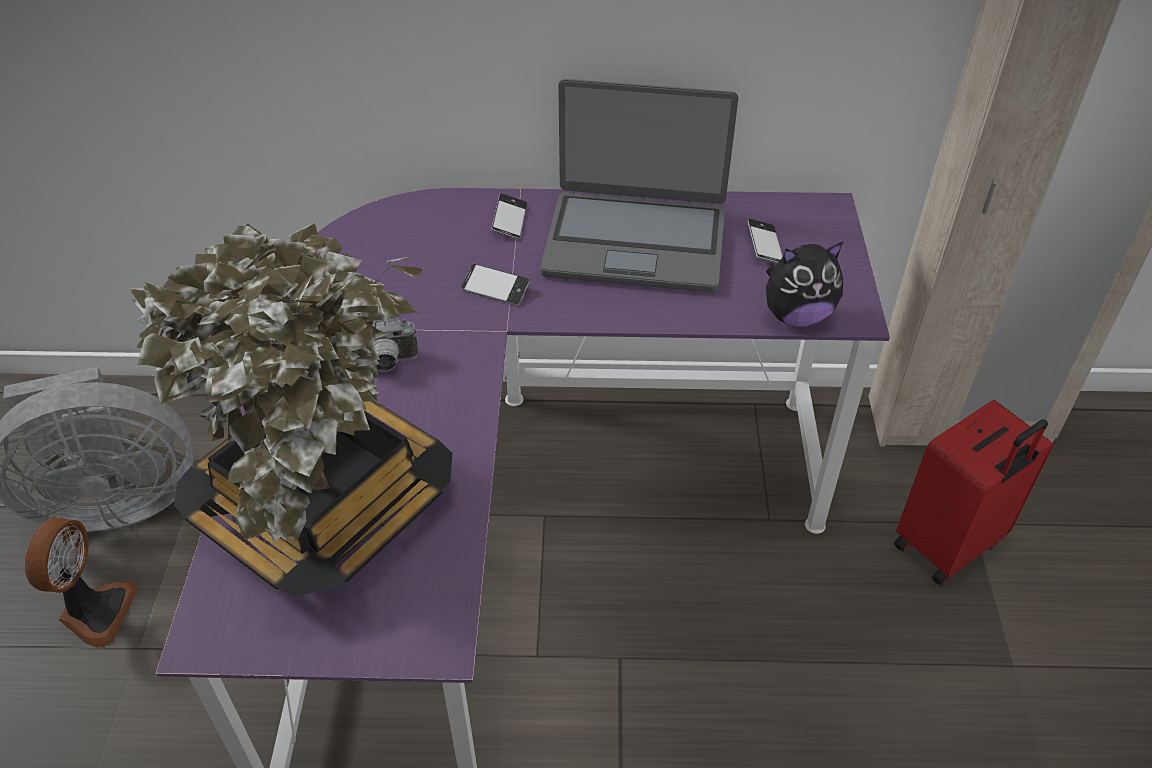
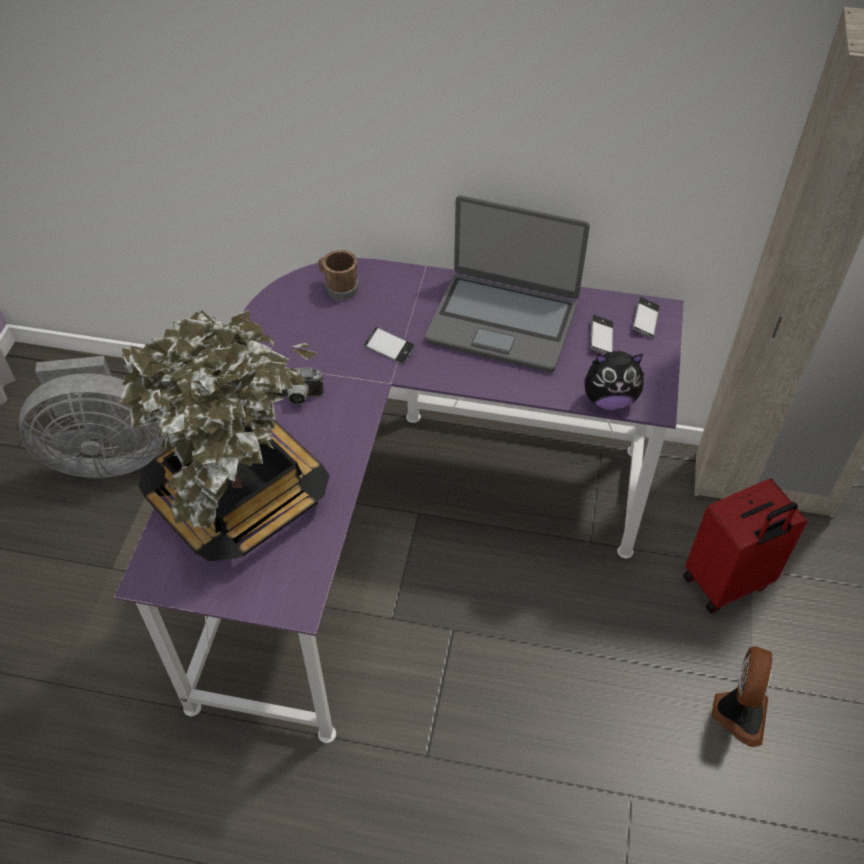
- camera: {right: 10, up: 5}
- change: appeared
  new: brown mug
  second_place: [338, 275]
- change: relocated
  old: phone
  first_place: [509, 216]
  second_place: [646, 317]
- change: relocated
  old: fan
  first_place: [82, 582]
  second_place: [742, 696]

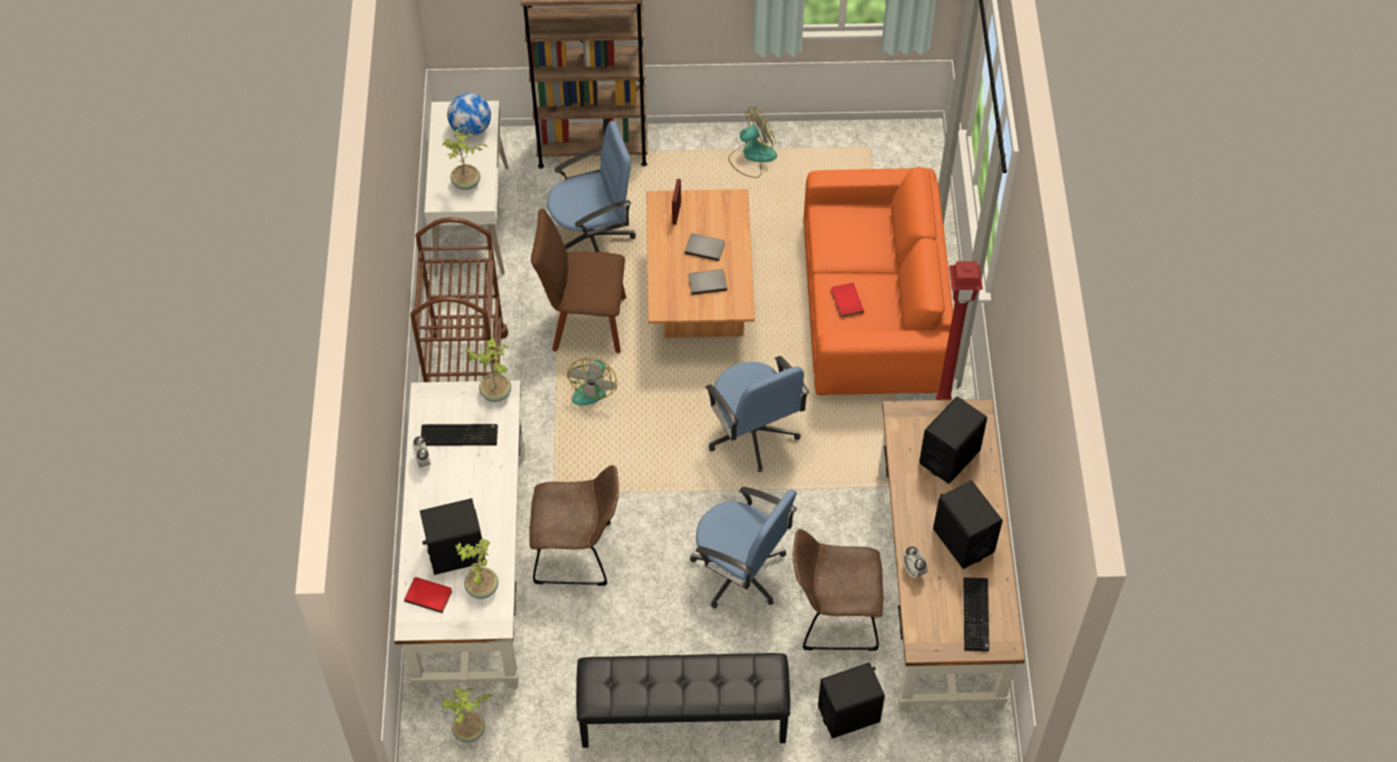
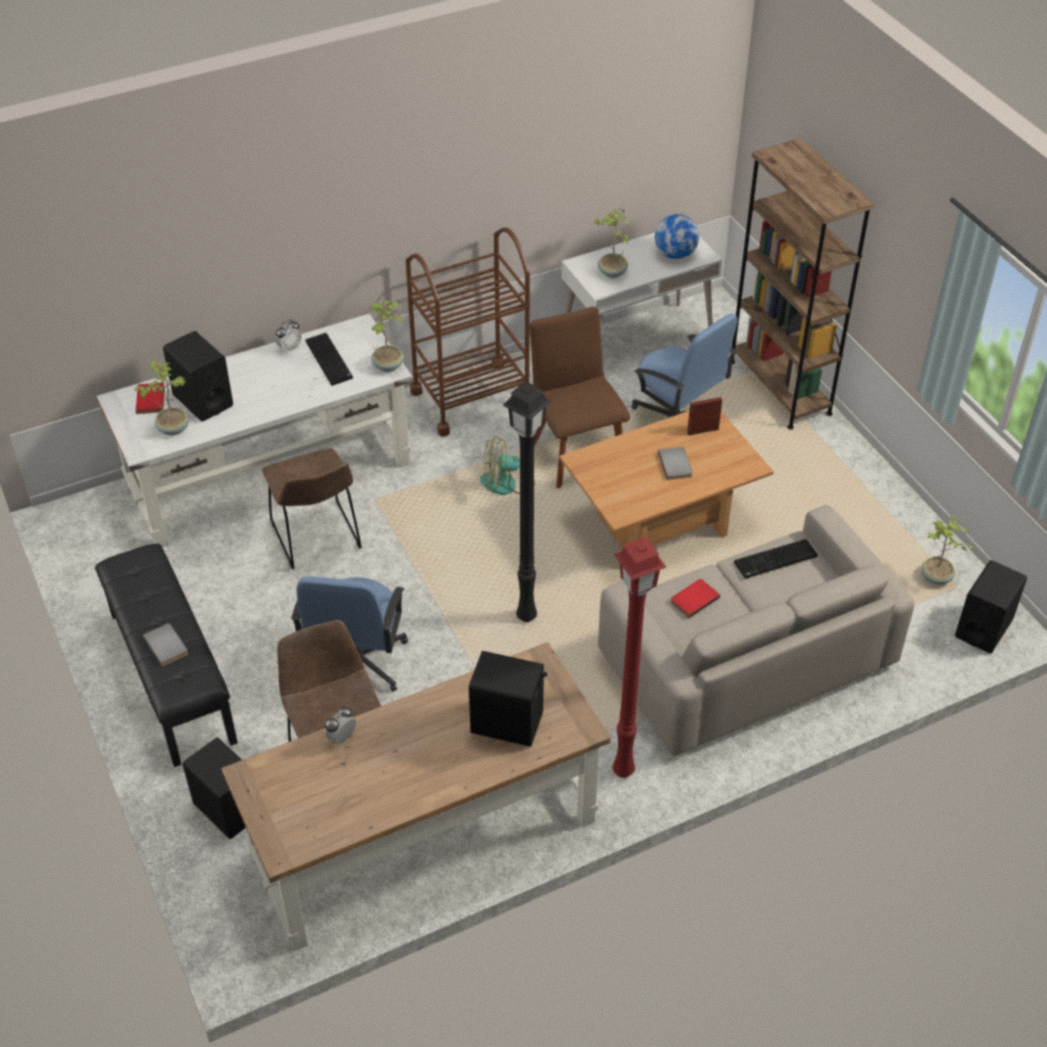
- camera: {right: 65, up: -10}
- change: relocated
  old: grey book
  first_place: [707, 282]
  second_place: [165, 645]
- change: exchanged
  old: blue office chair
  new: black floor lamp
  first_place: [757, 414]
  second_place: [527, 501]
- change: colour
  old: orange sofa
  new: beige sofa
  first_place: [878, 281]
  second_place: [756, 630]
- change: relocated
  old: keyboard
  first_place: [976, 614]
  second_place: [776, 559]
- change: relocated
  old: potted plant
  first_place: [466, 714]
  second_place: [947, 550]
- change: relocated
  old: black speaker
  first_place: [968, 524]
  second_place: [991, 606]
- change: missing
  old: fan
  first_place: [752, 142]

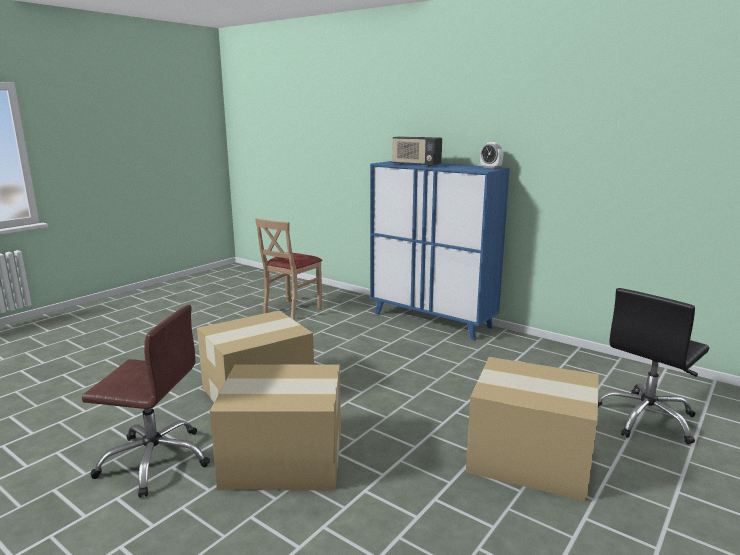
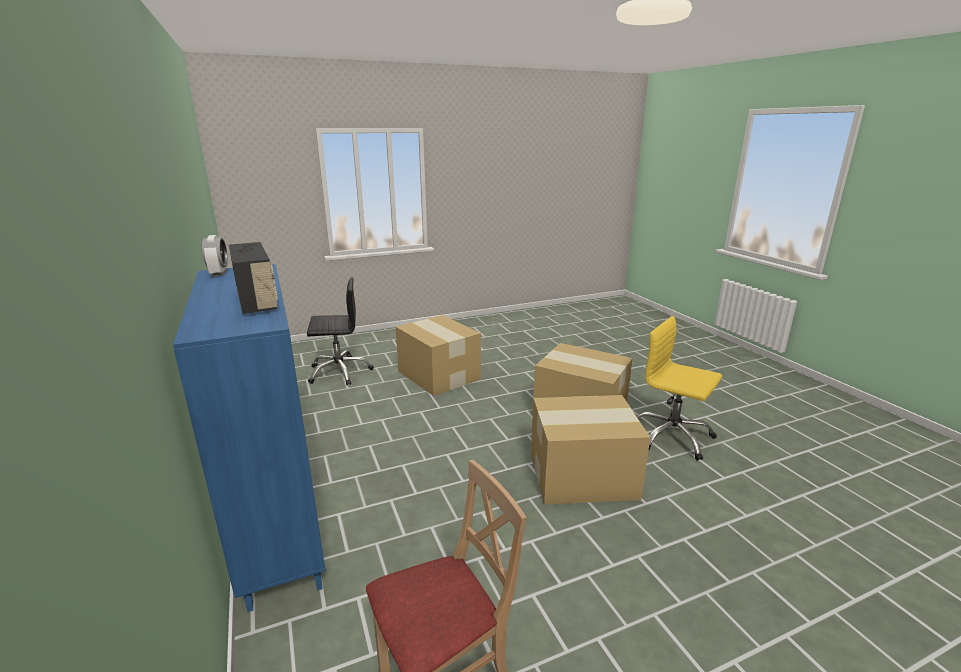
- camera: {right: -150, up: 5}
- change: colour
  old: brown office chair
  new: yellow office chair
  first_place: [146, 401]
  second_place: [679, 388]

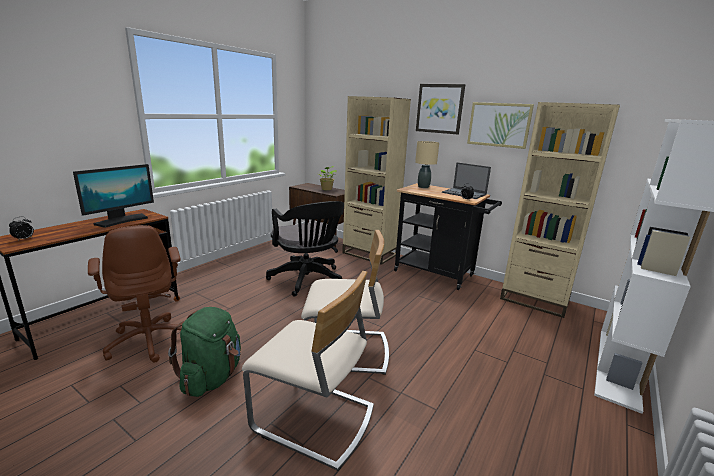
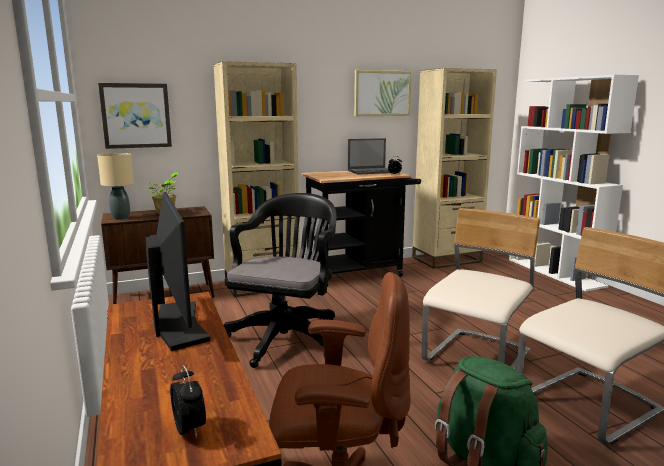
- camera: {right: -55, up: -5}
- change: relocated
  old: beige table lamp
  first_place: [427, 164]
  second_place: [115, 186]
- change: relocated
  old: picture
  first_place: [440, 109]
  second_place: [135, 116]
- change: spun
  old: black office chair
  first_place: [305, 249]
  second_place: [280, 280]
  degrees: -75

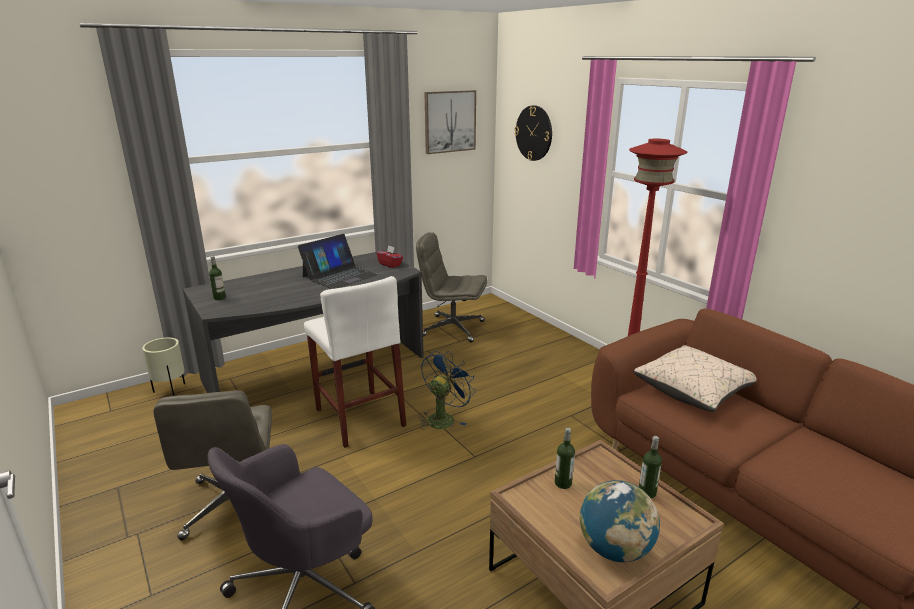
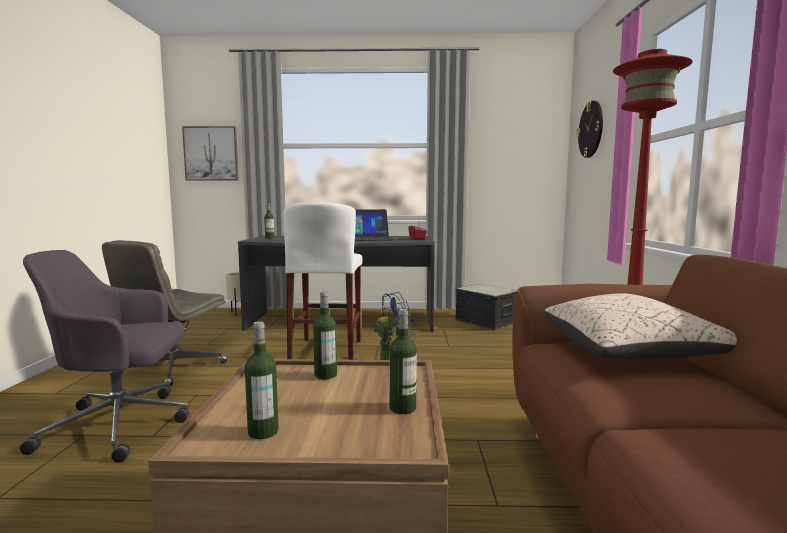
- camera: {right: 35, up: -15}
- change: relocated
  old: picture
  first_place: [450, 122]
  second_place: [210, 153]
- change: exchanged
  old: globe
  new: bottle
  first_place: [620, 521]
  second_place: [262, 380]
- change: exchanged
  old: grey office chair
  new: storage box
  first_place: [451, 287]
  second_place: [486, 307]

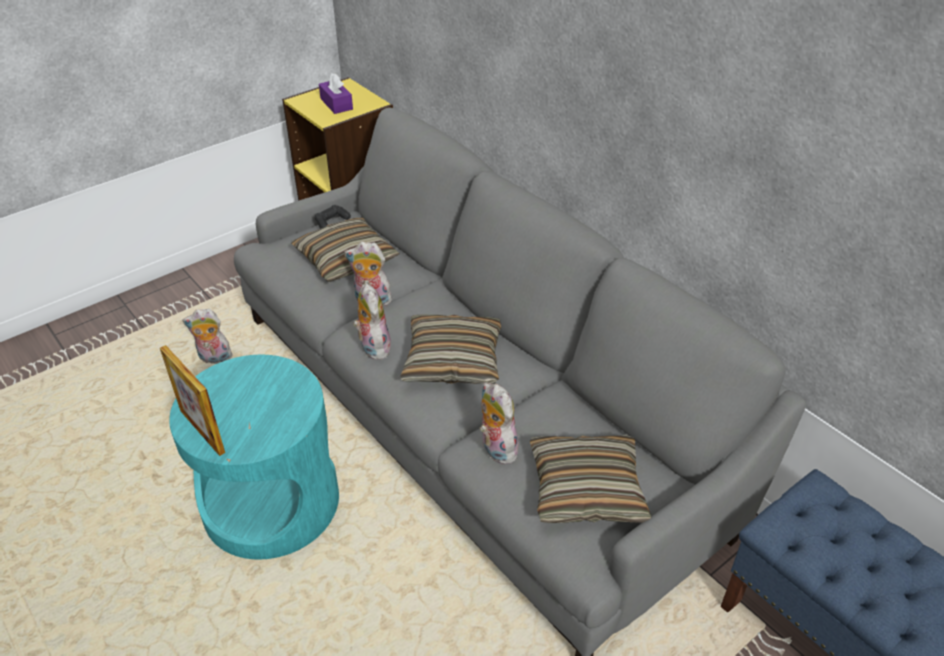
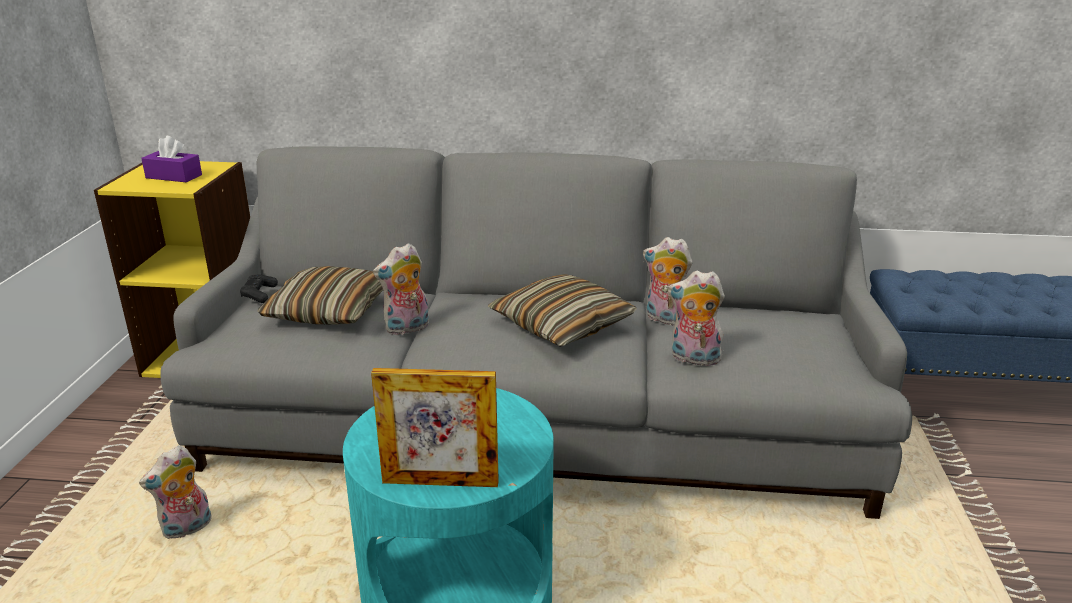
- camera: {right: -45, up: -15}
- change: relocated
  old: plush toy
  first_place: [372, 322]
  second_place: [667, 281]
- change: missing
  old: pillow
  first_place: [590, 479]

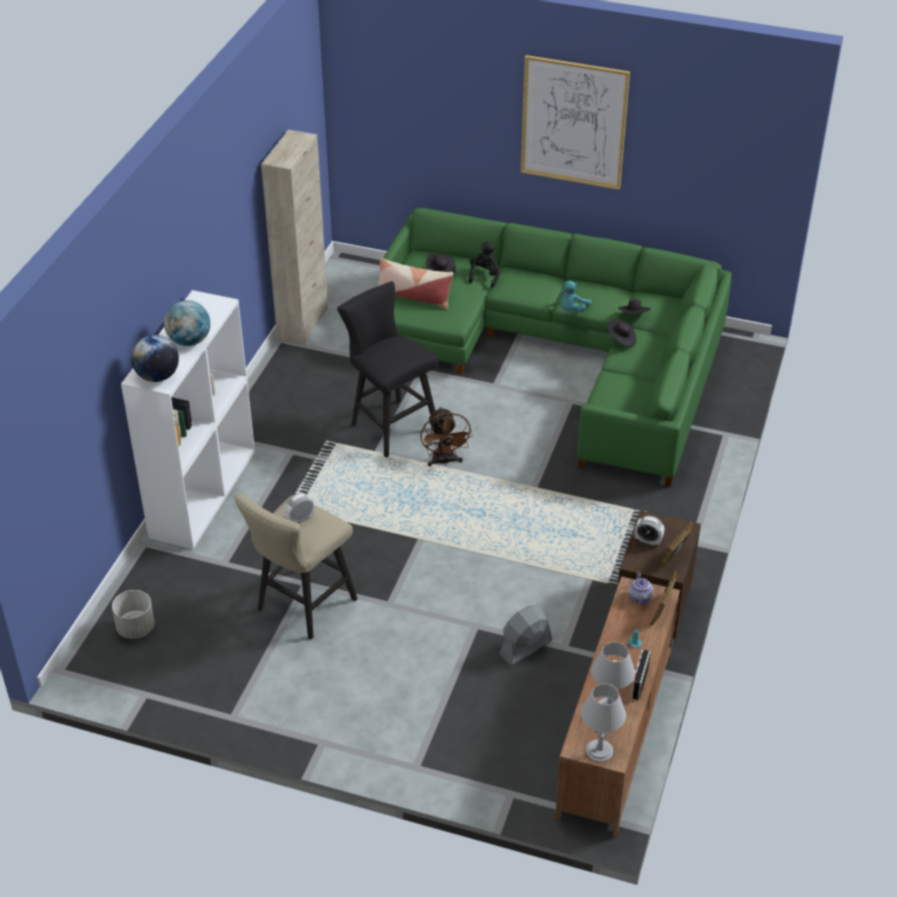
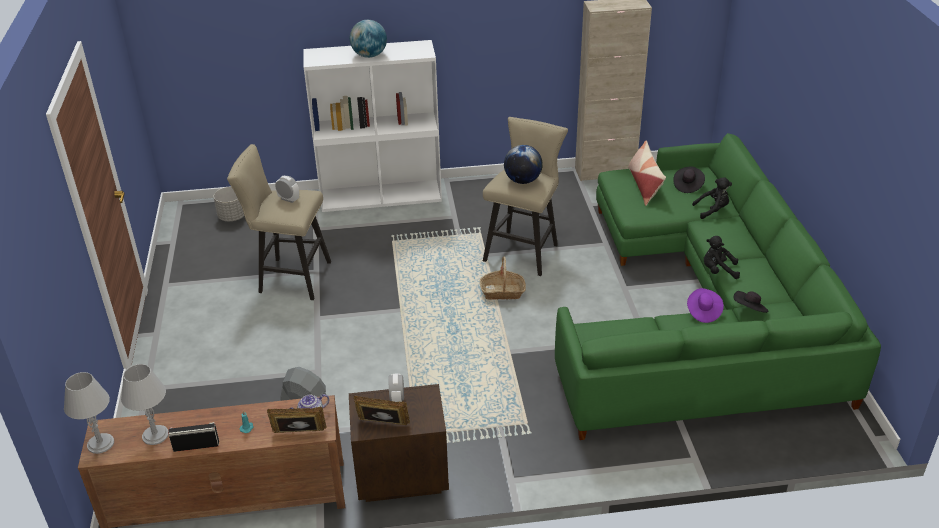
- camera: {right: 65, up: -5}
- change: exchanged
  old: brown fan
  new: basket
  first_place: [446, 436]
  second_place: [503, 278]
- change: colour
  old: black stool
  new: beige stool
  first_place: [387, 369]
  second_place: [525, 196]
- change: relocated
  old: globe
  first_place: [155, 358]
  second_place: [523, 164]
- change: colour
  old: black hat
  new: purple hat
  first_place: [621, 333]
  second_place: [705, 305]
- change: colour
  old: turquoise plush toy
  new: black plush toy
  first_place: [576, 296]
  second_place: [722, 257]
- change: missing
  old: picture
  first_place: [575, 122]

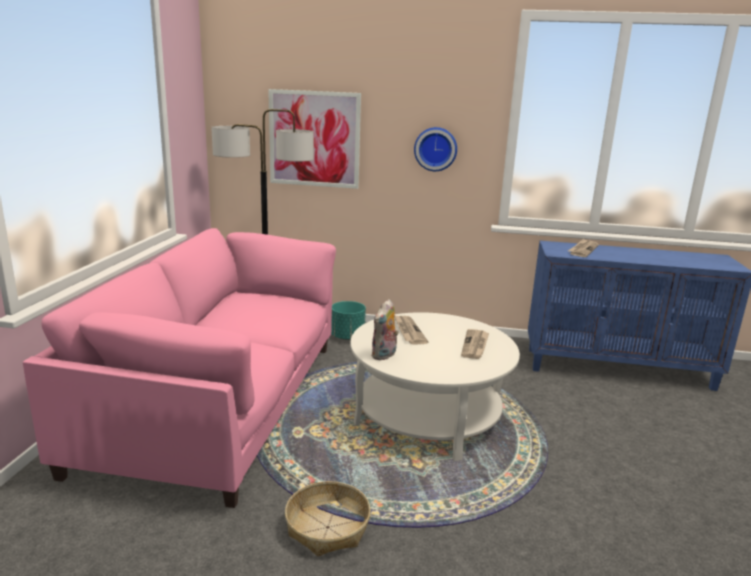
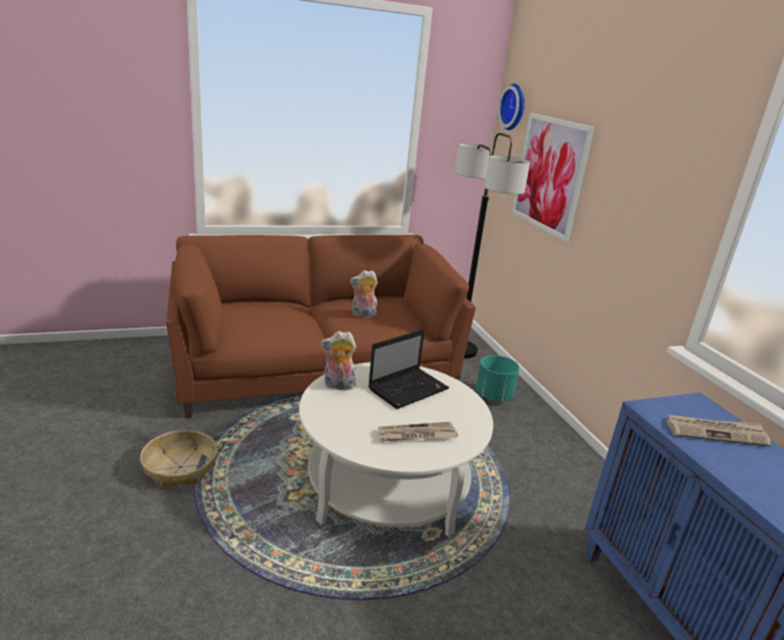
- camera: {right: 60, up: 5}
- change: colour
  old: pink sofa
  new: brown sofa
  first_place: [179, 368]
  second_place: [321, 327]
- change: appeared
  new: plush toy
  second_place: [364, 294]
- change: exchanged
  old: newspaper
  new: laptop
  first_place: [411, 329]
  second_place: [408, 369]
- change: relocated
  old: wall clock
  first_place: [435, 149]
  second_place: [511, 107]

